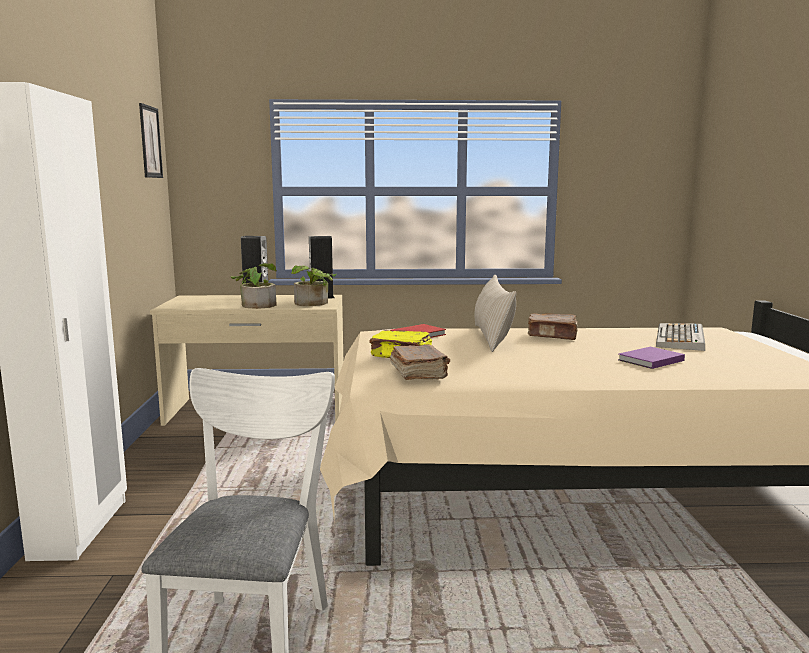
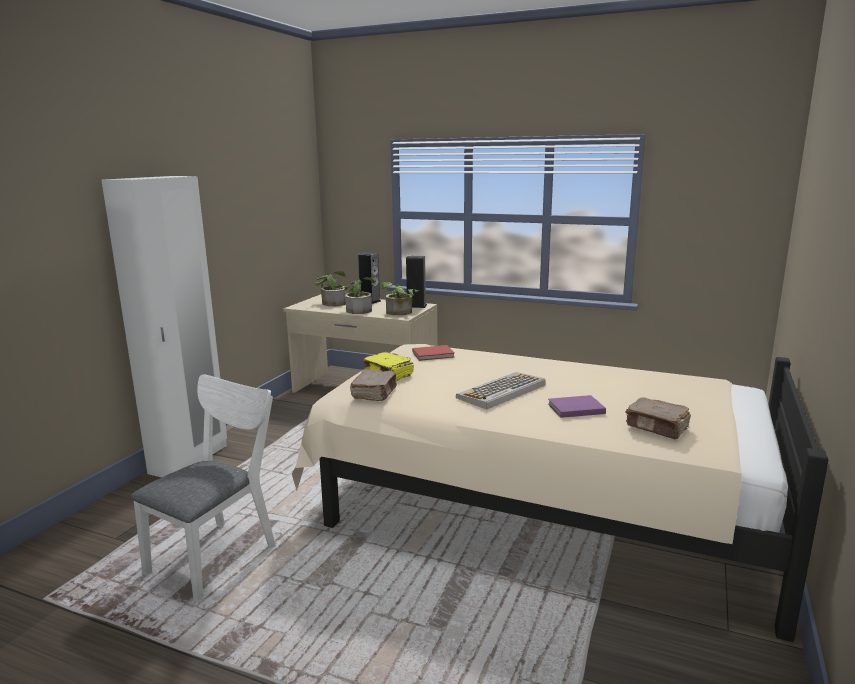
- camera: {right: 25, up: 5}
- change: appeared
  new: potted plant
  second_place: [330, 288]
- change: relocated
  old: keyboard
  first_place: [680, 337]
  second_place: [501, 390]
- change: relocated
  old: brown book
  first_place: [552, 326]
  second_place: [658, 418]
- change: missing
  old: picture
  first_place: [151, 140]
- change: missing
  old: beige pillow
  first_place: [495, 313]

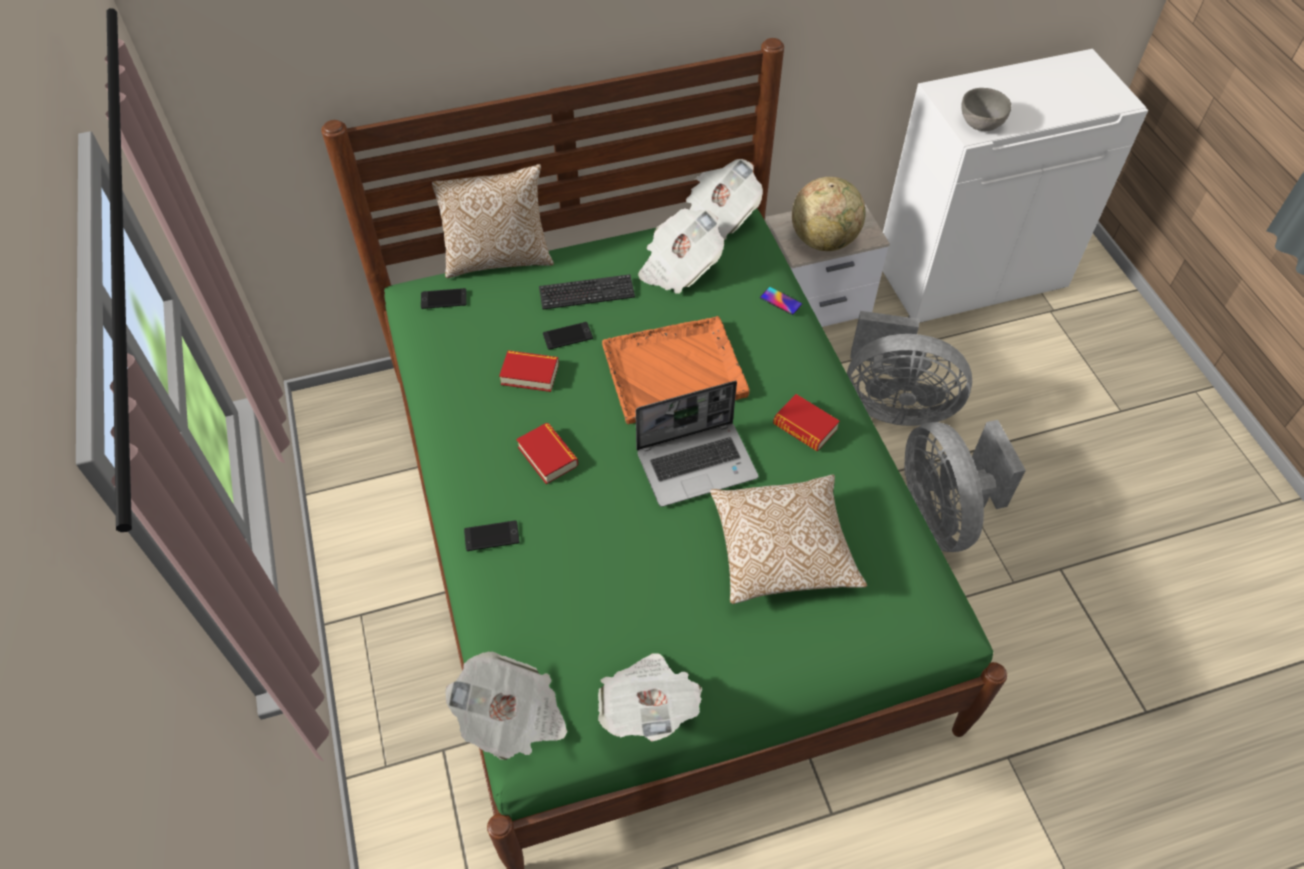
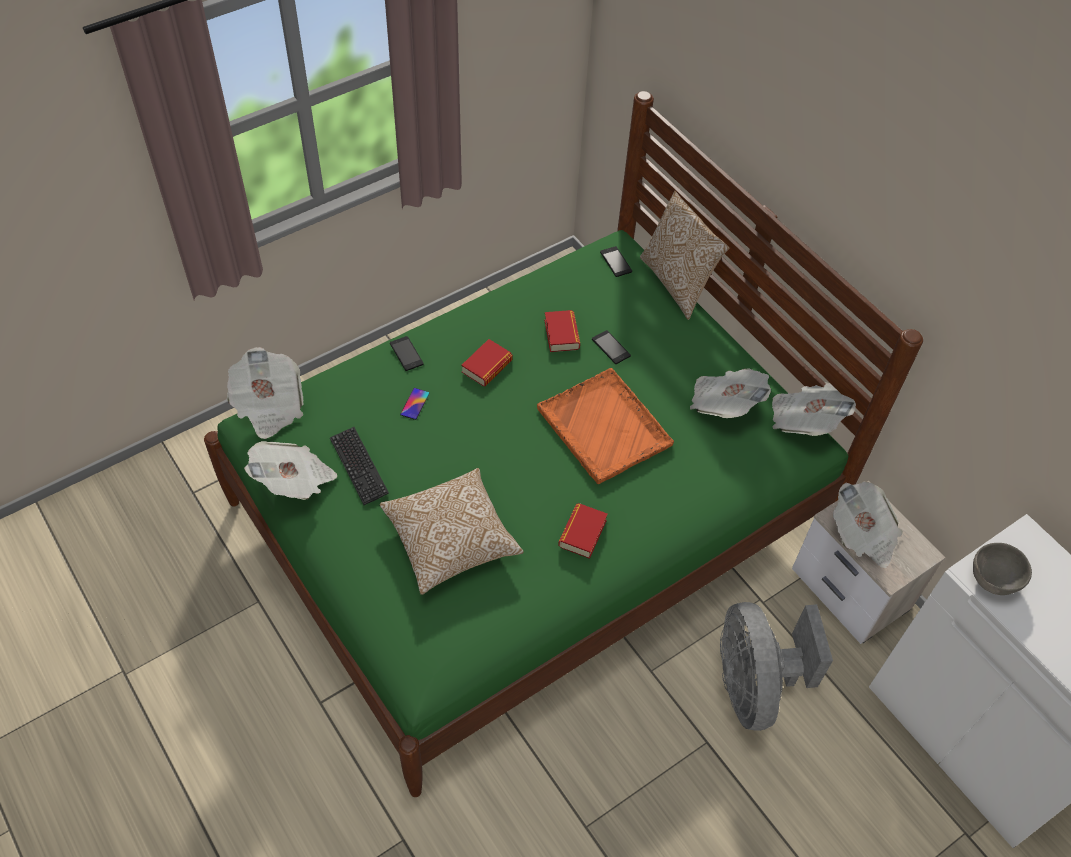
- camera: {right: 70, up: 0}
- change: relocated
  old: keyboard
  first_place: [587, 292]
  second_place: [359, 466]
- change: relocated
  old: phone
  first_place: [781, 301]
  second_place: [415, 404]
- change: exchanged
  old: globe
  new: newspaper
  first_place: [829, 214]
  second_place: [868, 525]
- change: missing
  old: laptop
  first_place: [697, 444]
- change: missing
  old: grey fan
  first_place: [965, 486]

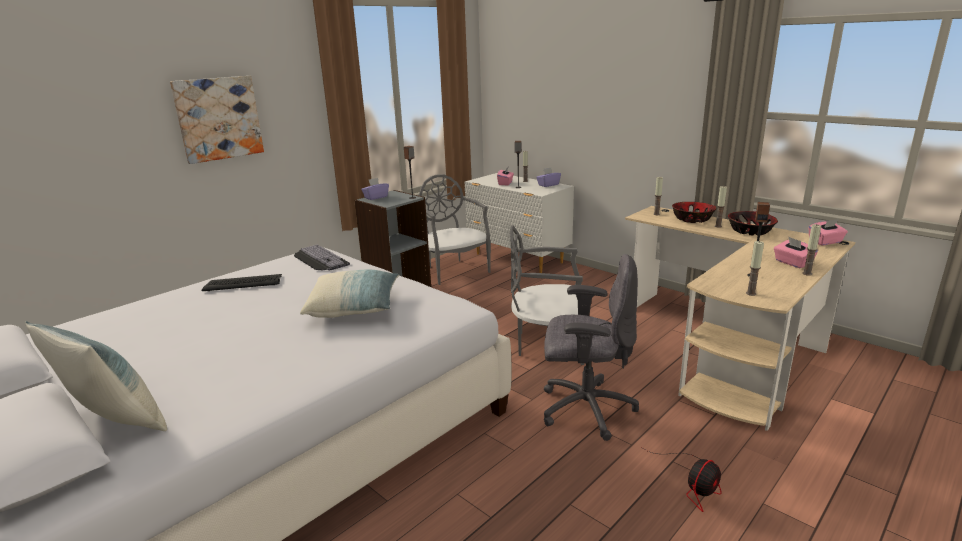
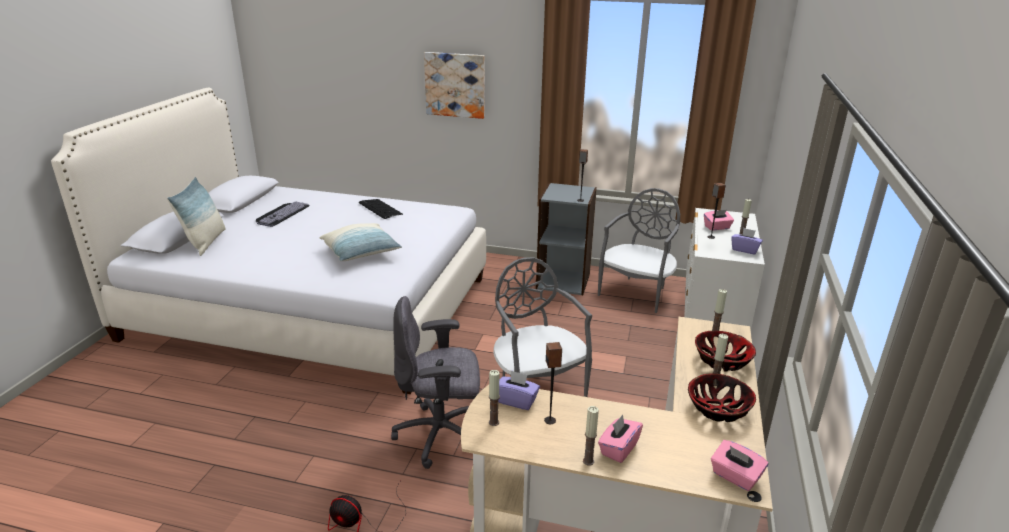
- camera: {right: 60, up: 5}
- change: relocated
  old: keyboard
  first_place: [322, 258]
  second_place: [282, 214]
- change: spun
  old: grey office chair
  first_place: [591, 347]
  second_place: [435, 382]
  degrees: 105
- change: relocated
  old: purple tissue box
  first_place: [375, 189]
  second_place: [519, 390]

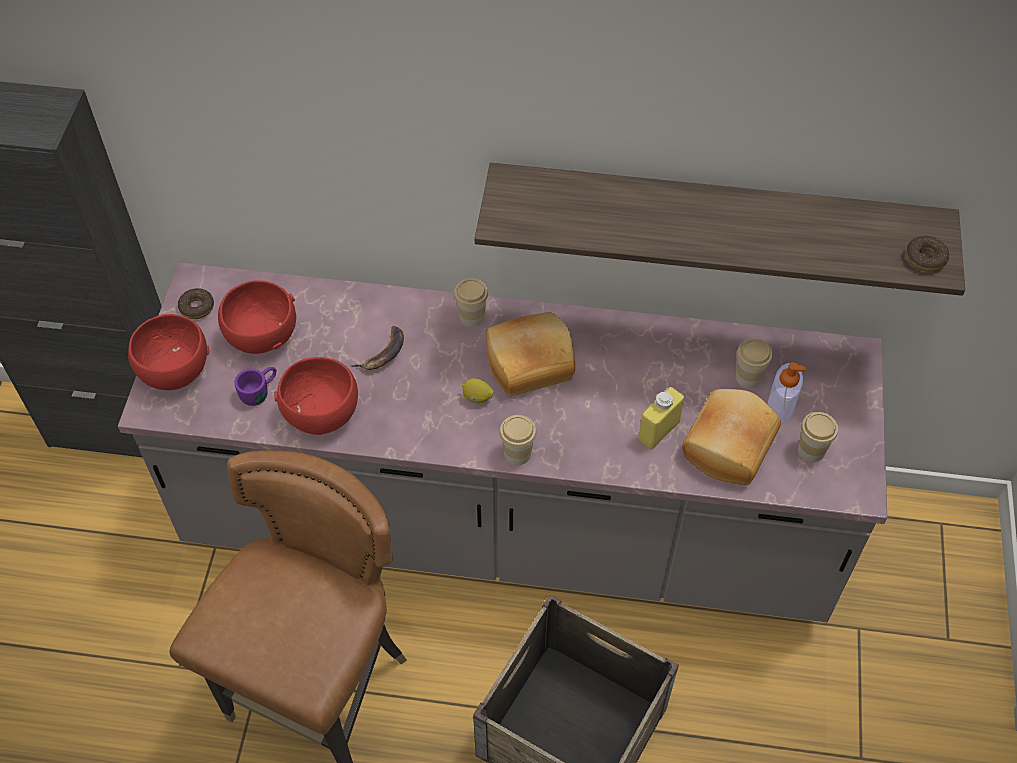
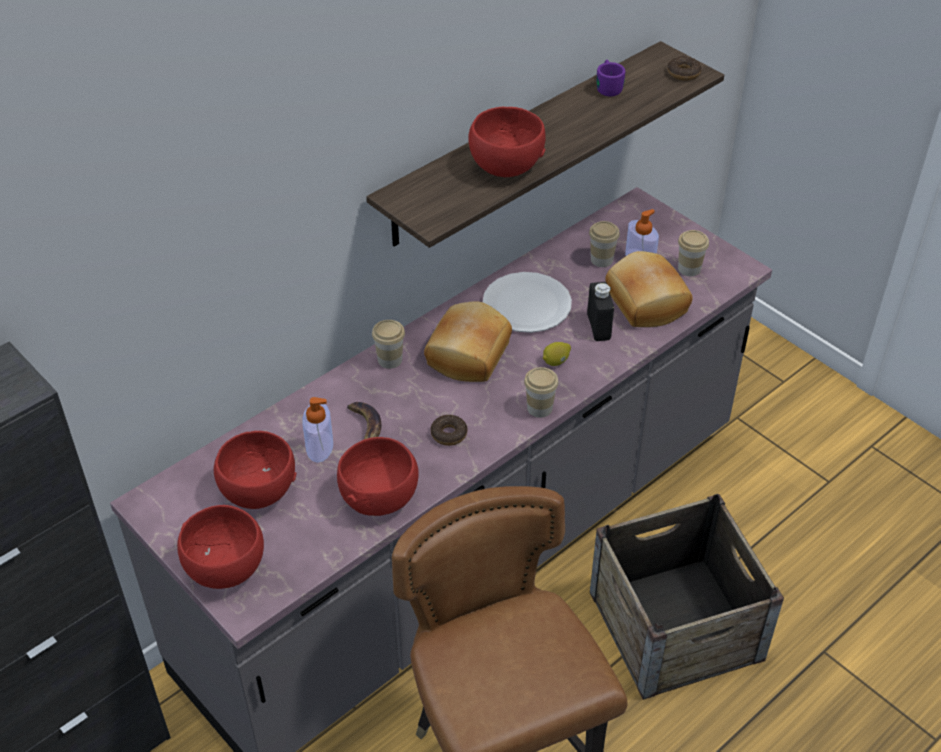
- camera: {right: -50, up: -10}
- change: appeared
  new: soap dispenser
  second_place: [317, 430]
- change: relocated
  old: donut
  first_place: [196, 303]
  second_place: [449, 430]
- change: appeared
  new: red bowl
  second_place: [506, 142]
- change: appeared
  new: white plate
  second_place: [527, 302]
- change: relocated
  old: lemon
  first_place: [478, 390]
  second_place: [557, 354]
- change: colour
  old: yellow bottle
  new: black bottle
  first_place: [661, 418]
  second_place: [600, 311]
- change: relocated
  old: purple mug
  first_place: [255, 386]
  second_place: [611, 78]

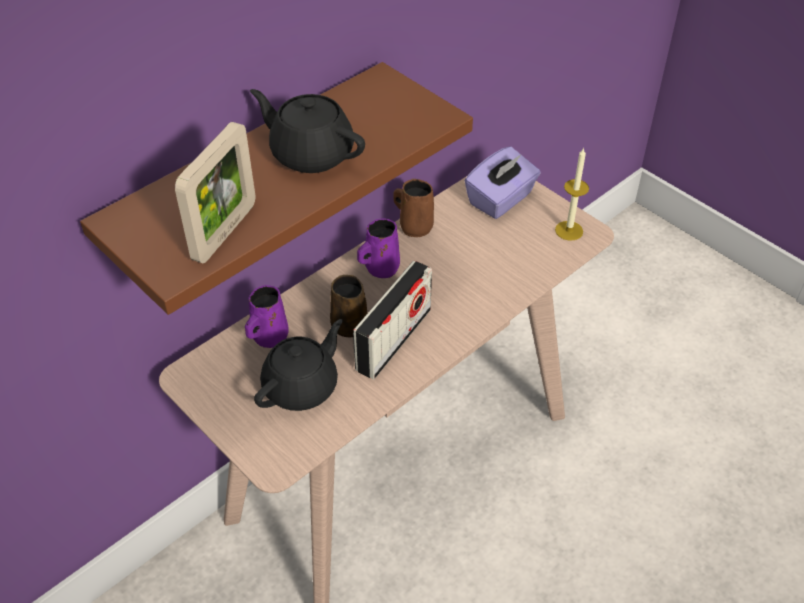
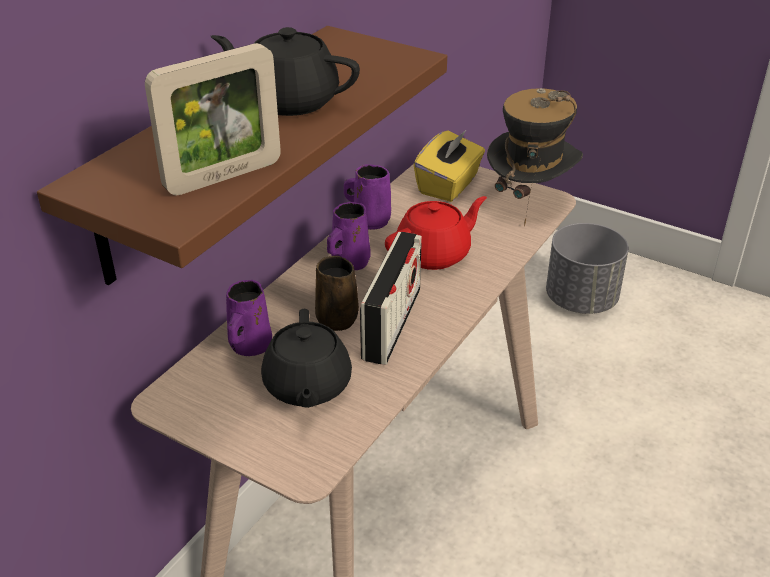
- camera: {right: -15, up: -10}
- change: spun
  old: picture frame
  first_place: [215, 192]
  second_place: [213, 119]
  degrees: 45
- change: spun
  old: black teapot
  first_place: [298, 365]
  second_place: [306, 358]
  degrees: 150
- change: colour
  old: brown mug
  new: purple mug
  first_place: [413, 208]
  second_place: [367, 197]
- change: appeared
  new: red teapot
  second_place: [436, 233]
- change: colour
  old: purple tissue box
  new: yellow tissue box
  first_place: [502, 183]
  second_place: [449, 165]
- change: exchanged
  old: candle
  new: hat
  first_place: [572, 194]
  second_place: [535, 157]
- change: appeared
  new: grey planter
  second_place: [587, 268]

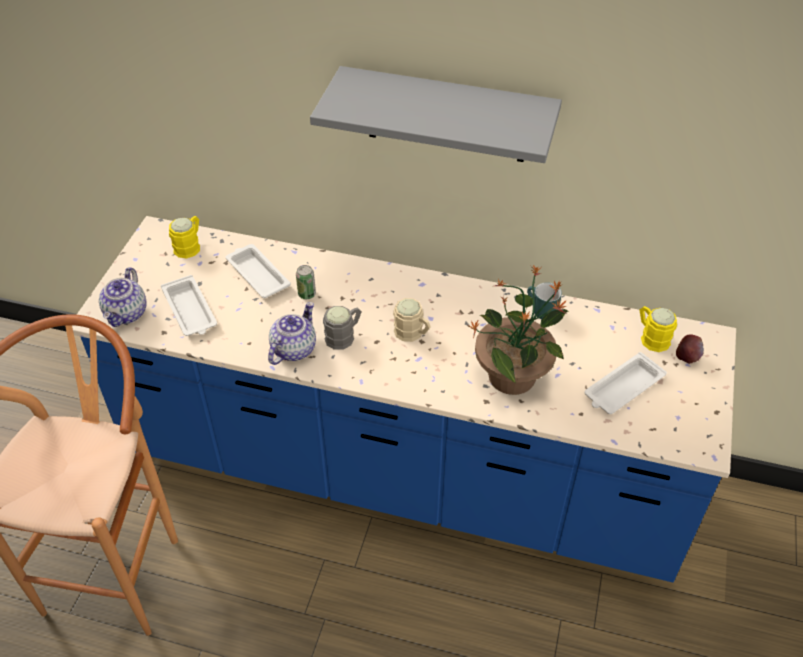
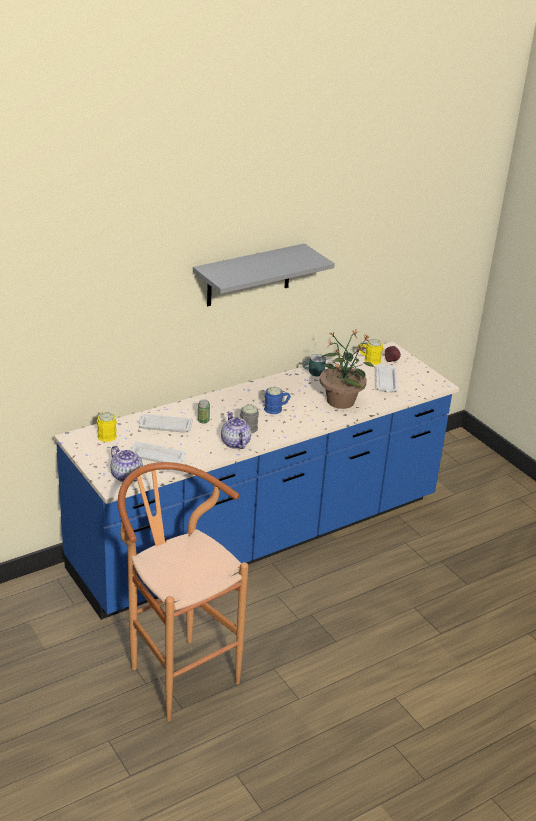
- camera: {right: -50, up: -15}
- change: colour
  old: beige mug
  new: blue mug
  first_place: [412, 320]
  second_place: [277, 400]

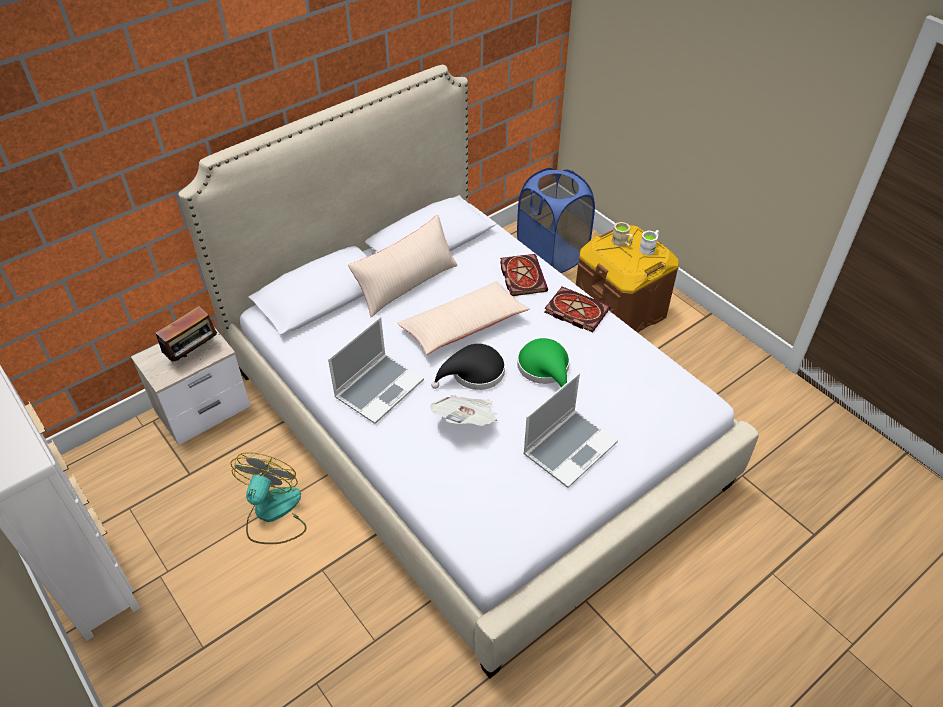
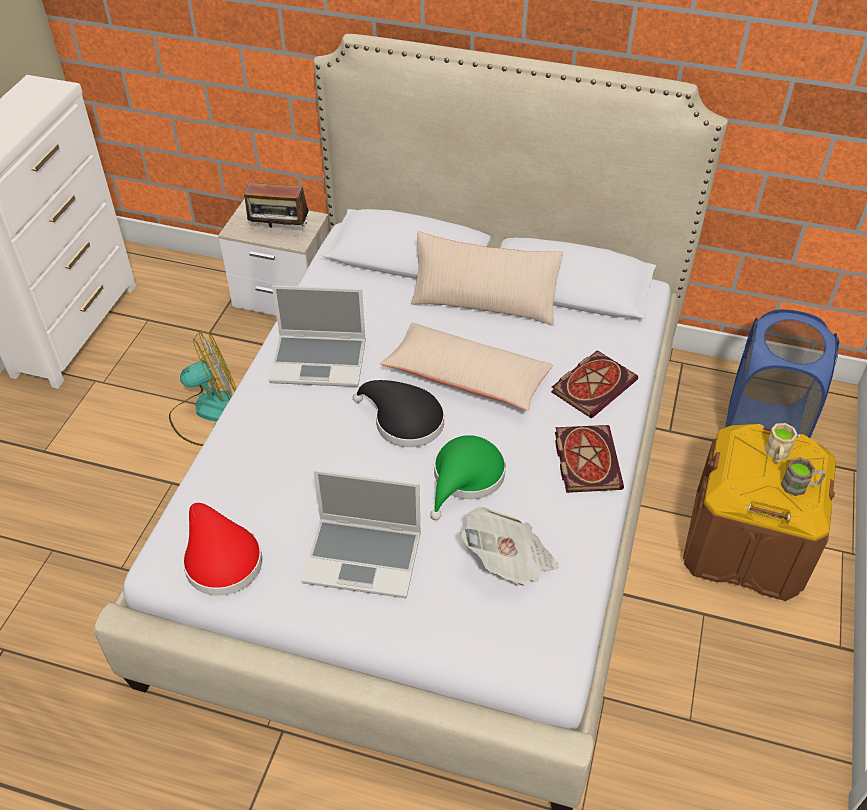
- camera: {right: 55, up: 0}
- change: appeared
  new: red hat
  second_place: [222, 549]
- change: relocated
  old: newspaper
  first_place: [464, 410]
  second_place: [509, 546]
- change: colour
  old: white mug
  new: brown mug
  first_place: [649, 242]
  second_place: [803, 476]

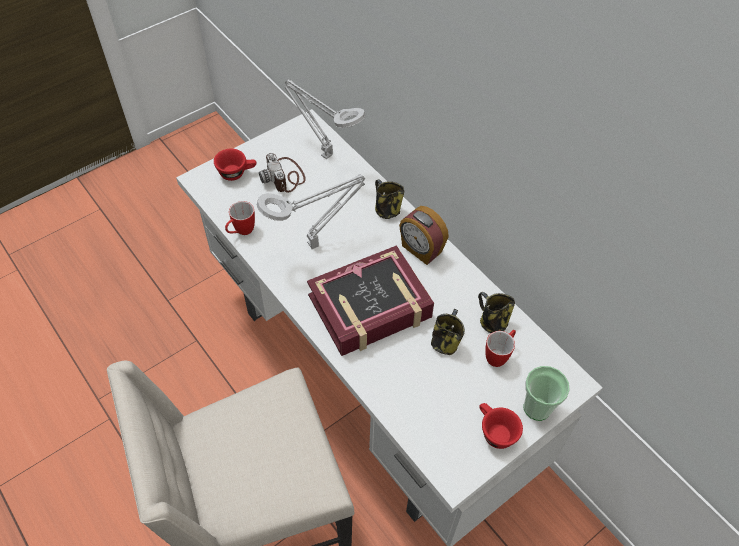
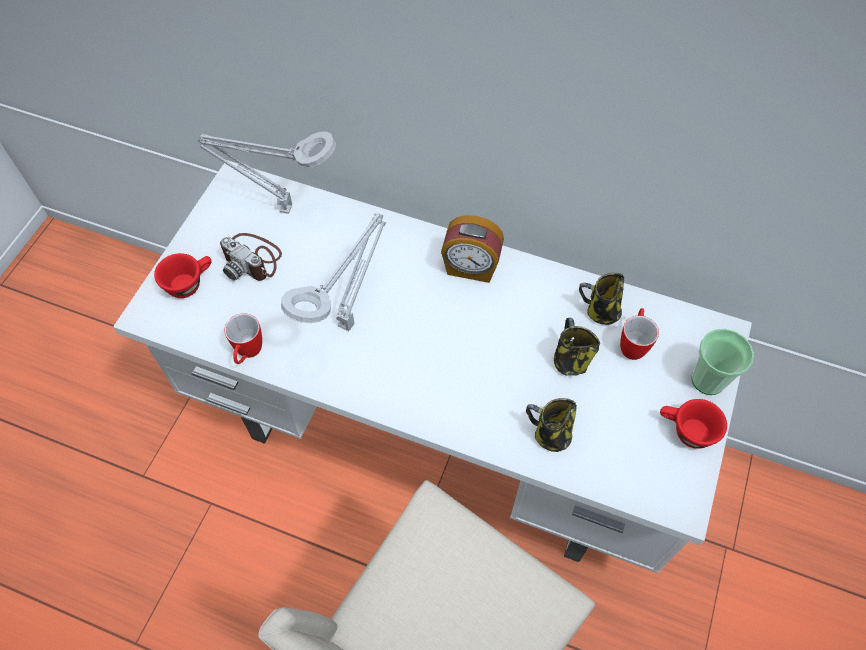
- camera: {right: -30, up: 5}
- change: relocated
  old: mug
  first_place: [389, 199]
  second_place: [551, 425]
- change: missing
  old: book
  first_place: [370, 300]

